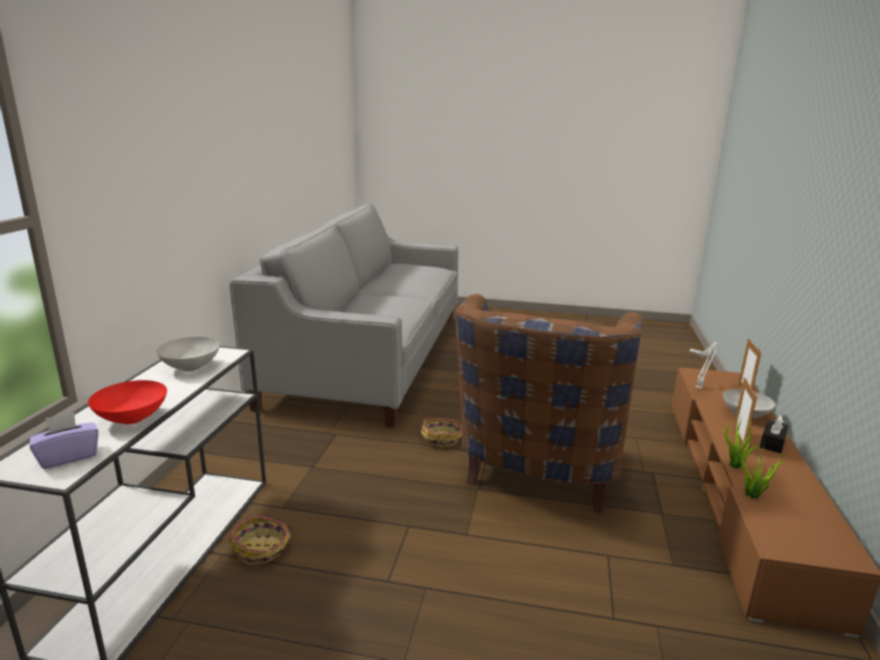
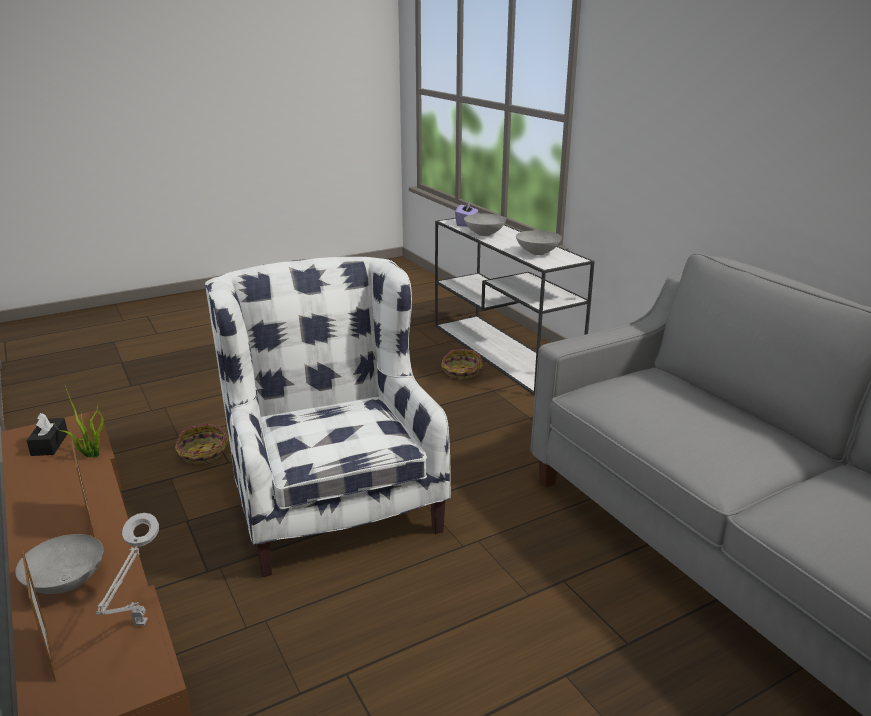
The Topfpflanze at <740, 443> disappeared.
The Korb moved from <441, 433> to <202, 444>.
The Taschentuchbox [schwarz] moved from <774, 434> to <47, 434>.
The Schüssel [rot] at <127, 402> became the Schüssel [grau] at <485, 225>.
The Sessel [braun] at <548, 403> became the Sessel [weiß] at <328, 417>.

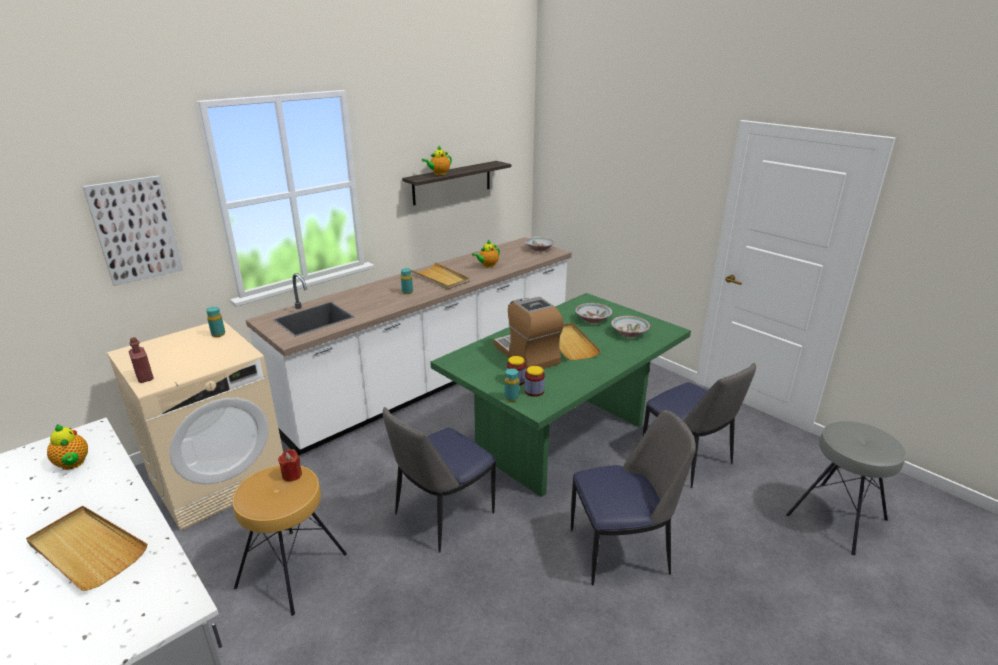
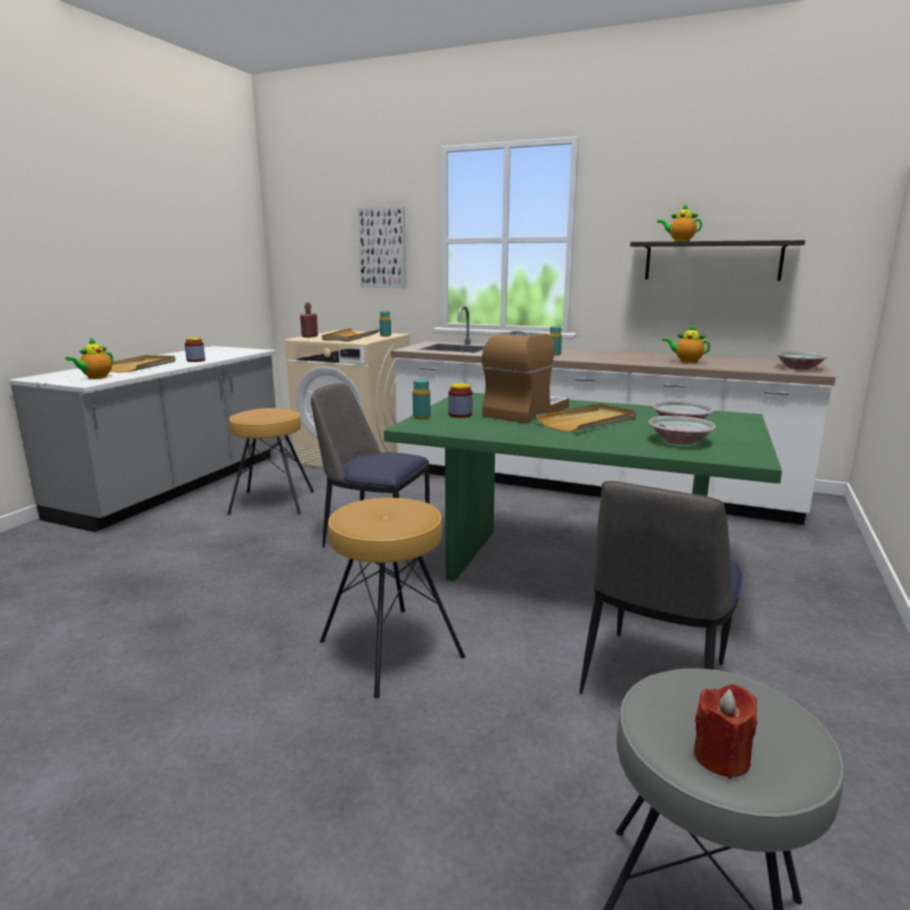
The Teekanne moved from <67, 447> to <89, 358>.
The Kerze [rot] moved from <290, 465> to <725, 731>.
The Tablett [beige] moved from <440, 276> to <351, 335>.
The Vorratsglas moved from <535, 381> to <195, 349>.
The Stuhl at <633, 497> was replaced by the Hocker [braun] at <392, 598>.

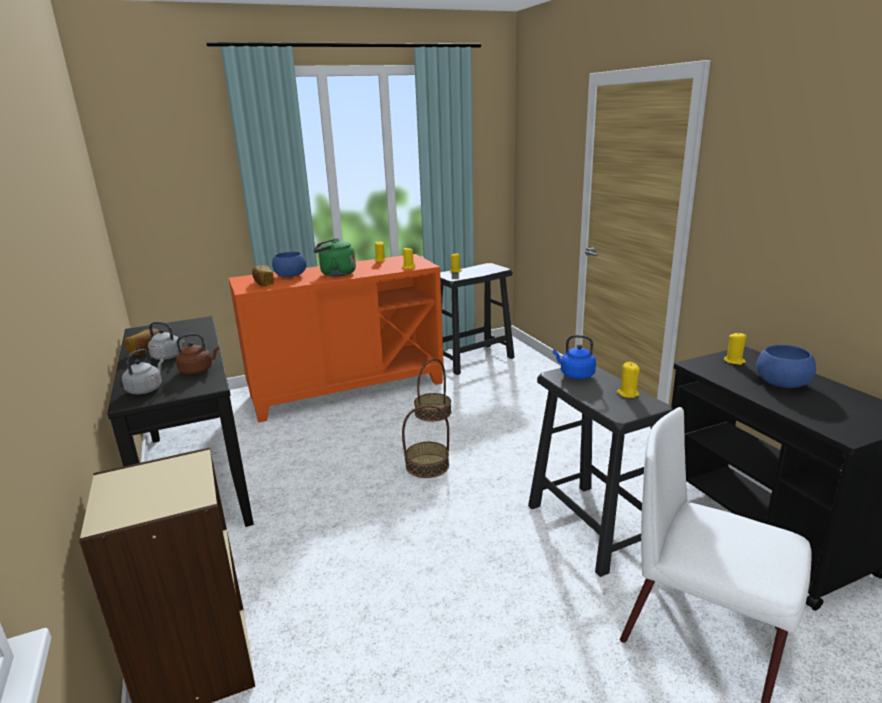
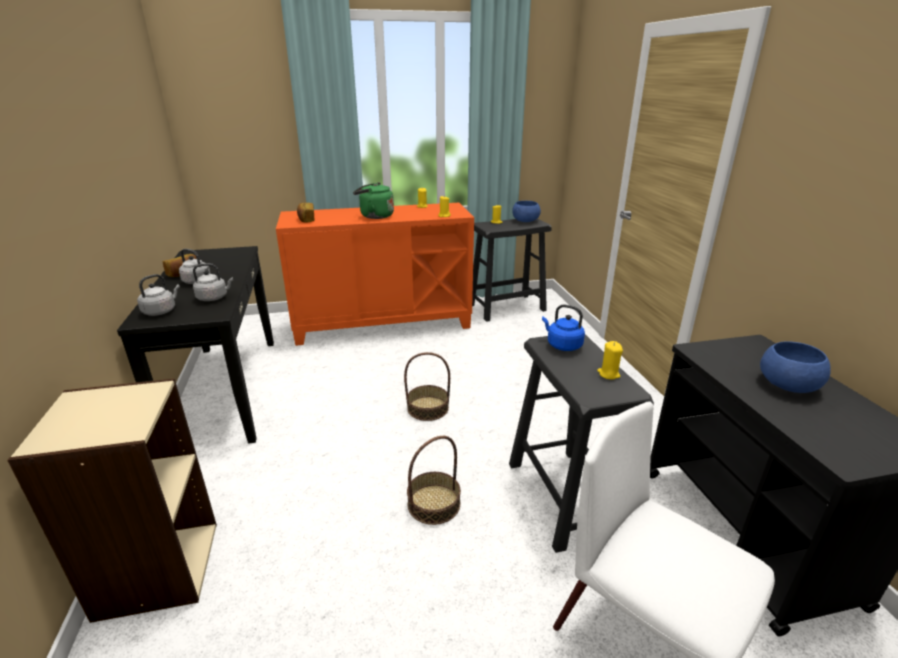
The Kerze [gelb] at <735, 349> disappeared.
The Schüssel [blau] moved from <289, 264> to <526, 211>.
The Korb moved from <432, 390> to <434, 480>.
The Wasserkessel [braun] at <197, 353> became the Wasserkessel [grau] at <213, 282>.

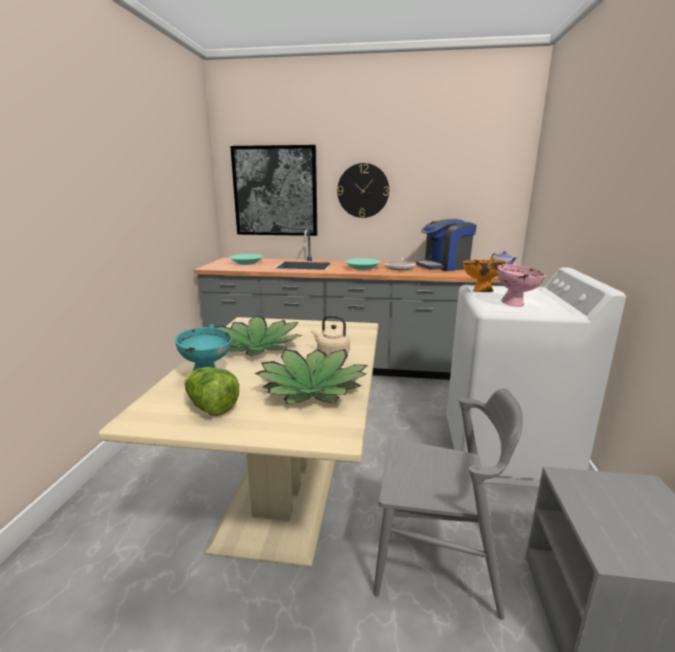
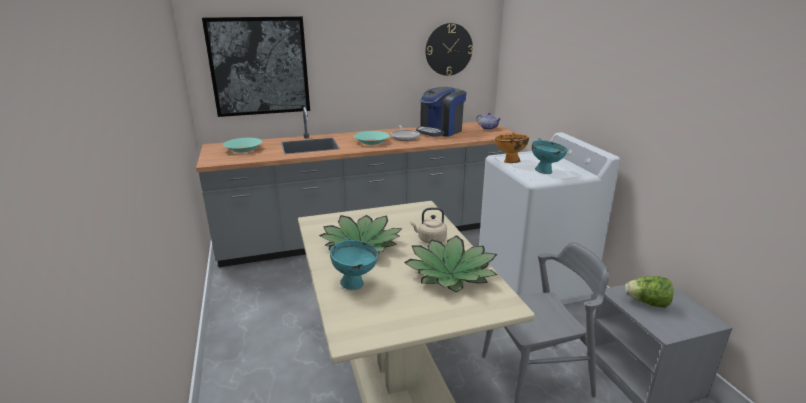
The Salatkopf moved from <211, 391> to <649, 292>.
The Wanduhr moved from <363, 190> to <449, 49>.
The Schüssel [rosa] at <521, 284> became the Schüssel [türkis] at <550, 156>.

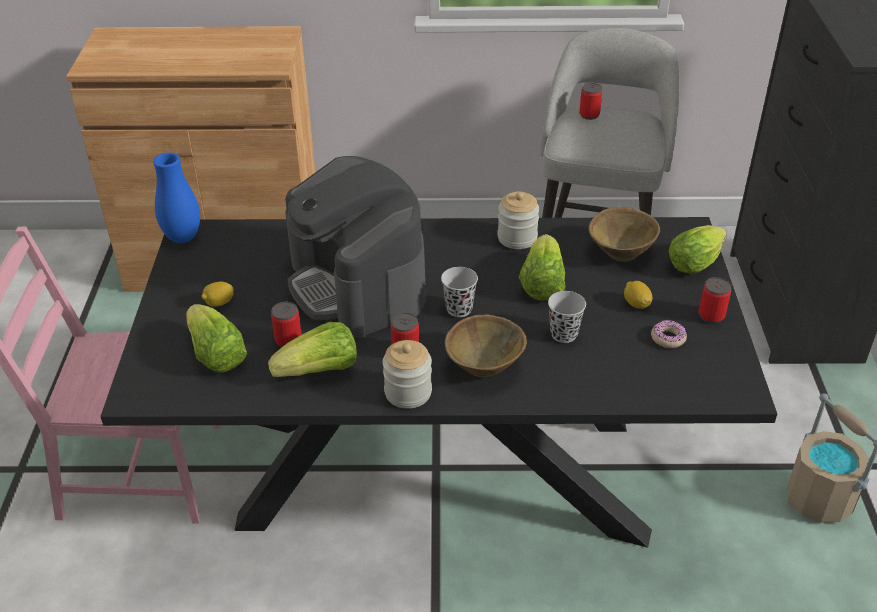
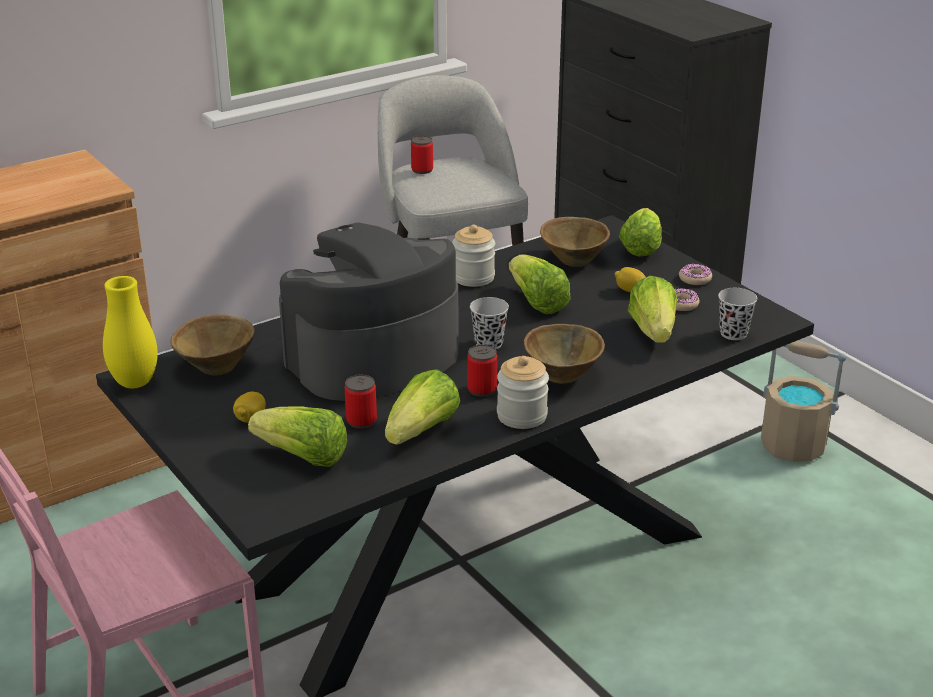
The Schüssel [braun] at <212, 344> appeared.
The Salatkopf at <652, 309> appeared.
The Tasse [schwarz] moved from <567, 317> to <737, 314>.
The Dose at <715, 300> was replaced by the Donut at <695, 274>.
The Vase [blau] at <176, 198> became the Vase [gelb] at <130, 332>.
The Kaffeemaschine at <355, 247> turned 120 degrees clockwise.

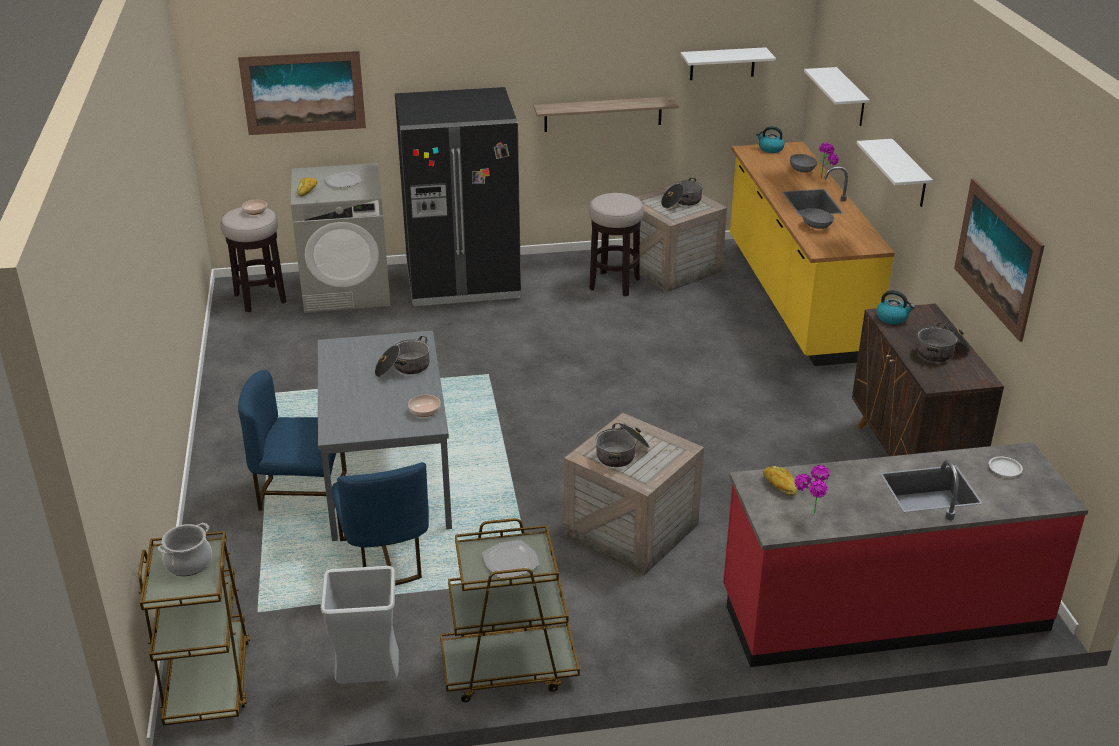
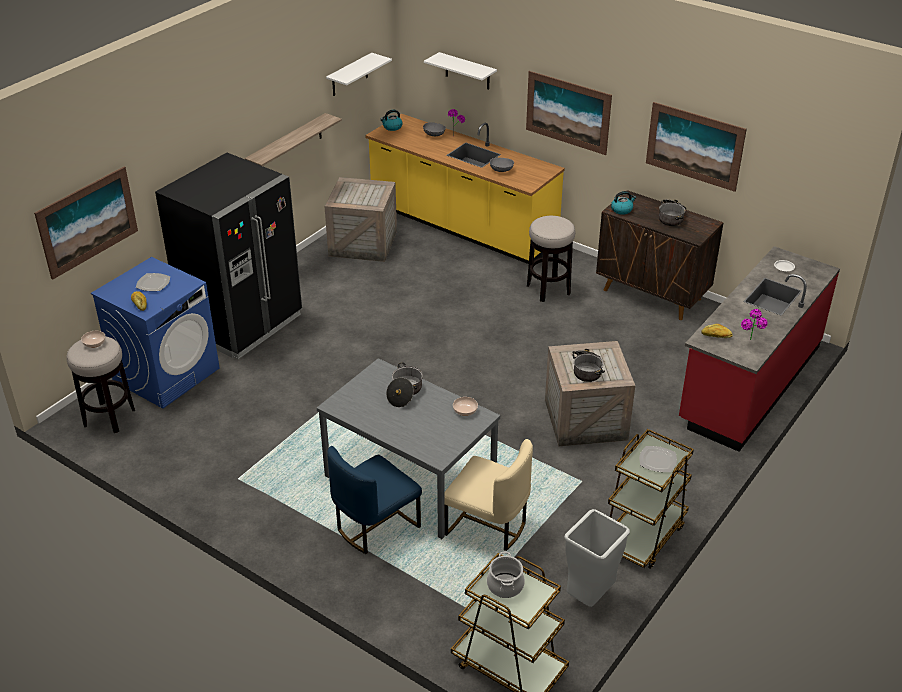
The Kochtopf at <682, 193> disappeared.
The Hocker moved from <616, 244> to <551, 259>.
The Wandregal [weiß] at <894, 173> was replaced by the Bild at <569, 113>.
The Waschmaschine [grau] at <341, 238> became the Waschmaschine [blau] at <155, 333>.
The Stuhl [blau] at <380, 523> became the Stuhl [beige] at <488, 495>.

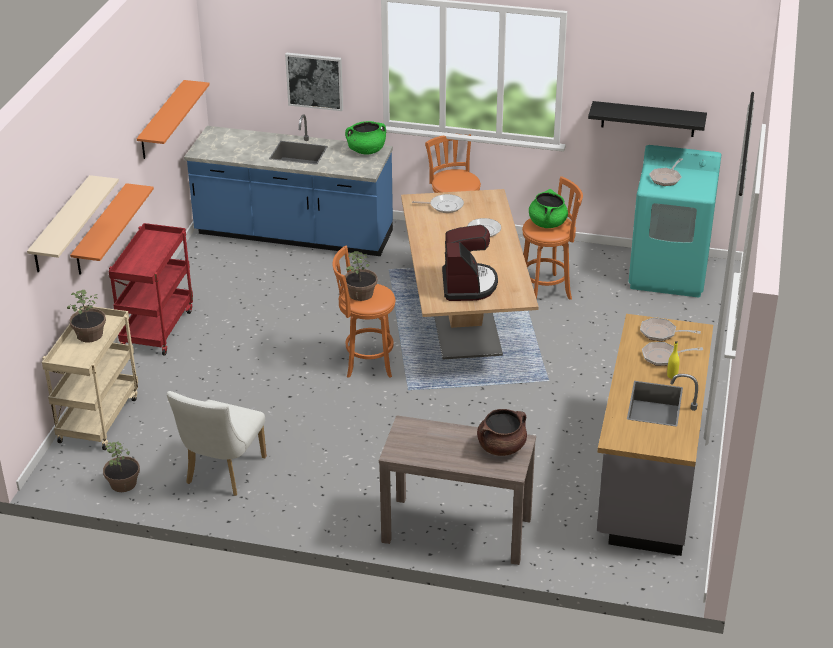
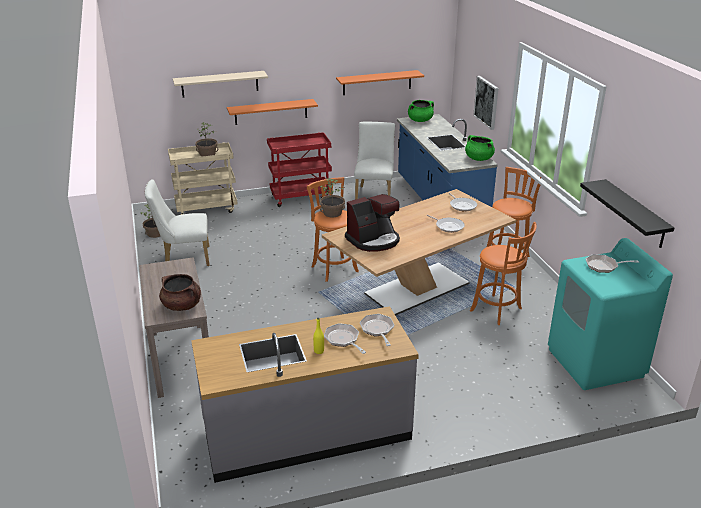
The Stuhl [weiß] at <374, 160> appeared.
The Kochtopf [grün] moved from <548, 208> to <421, 111>.

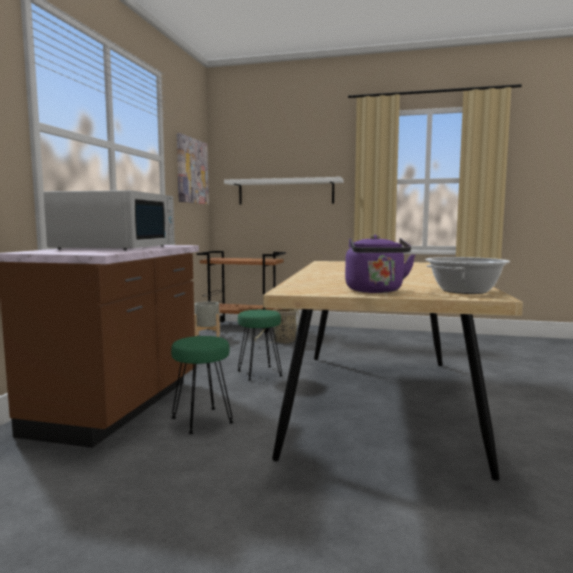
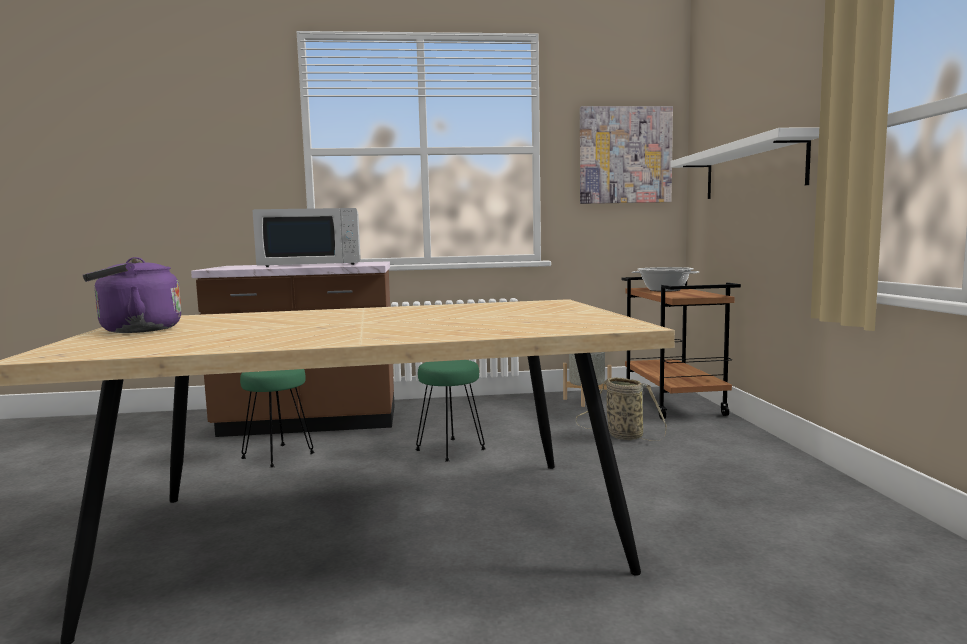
The Kochtopf moved from <467, 275> to <666, 279>.

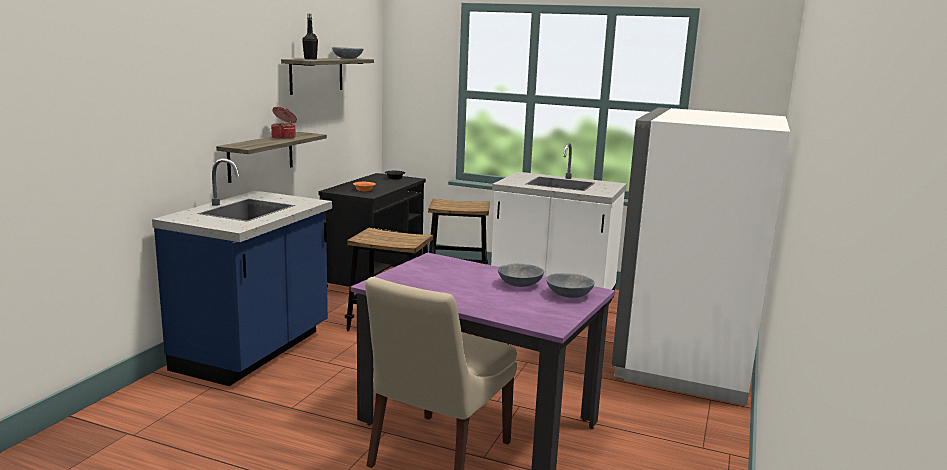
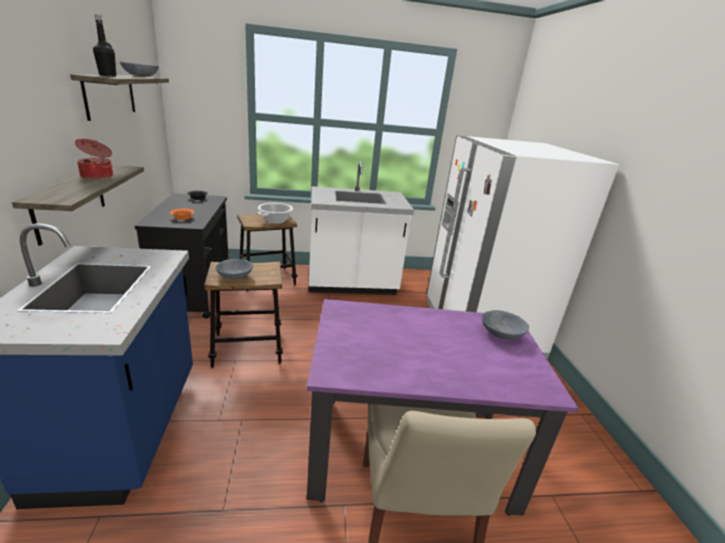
The Kochtopf at <275, 213> appeared.
The Schüssel [grau] moved from <521, 275> to <234, 269>.

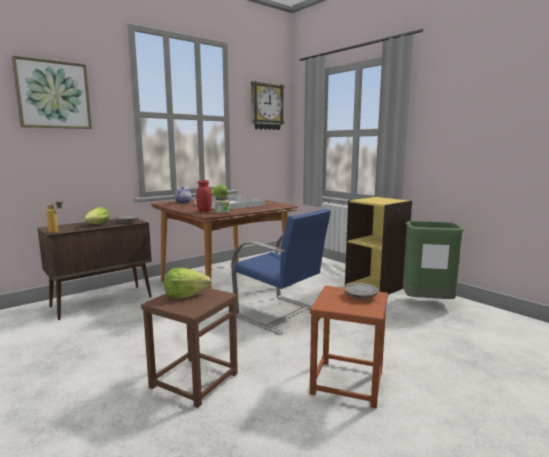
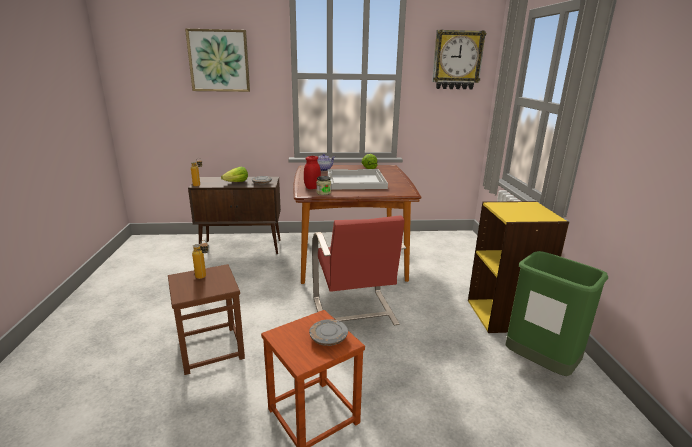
The Salatkopf at <187, 283> was replaced by the Flasche at <200, 259>.
The Stuhl [blau] at <281, 272> became the Stuhl [rot] at <359, 270>.

